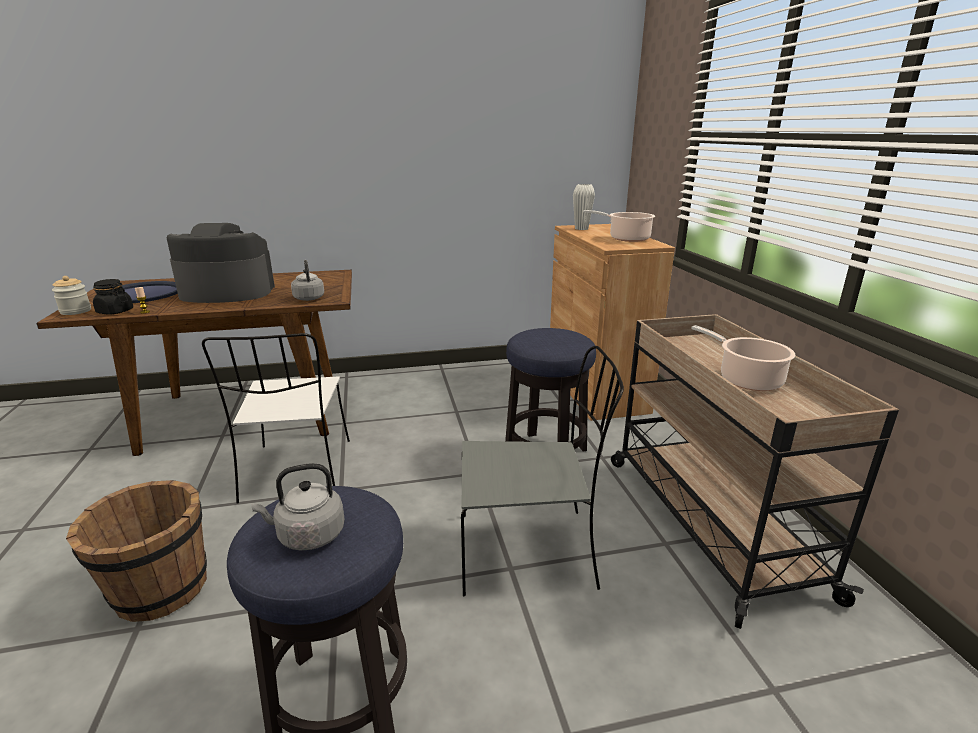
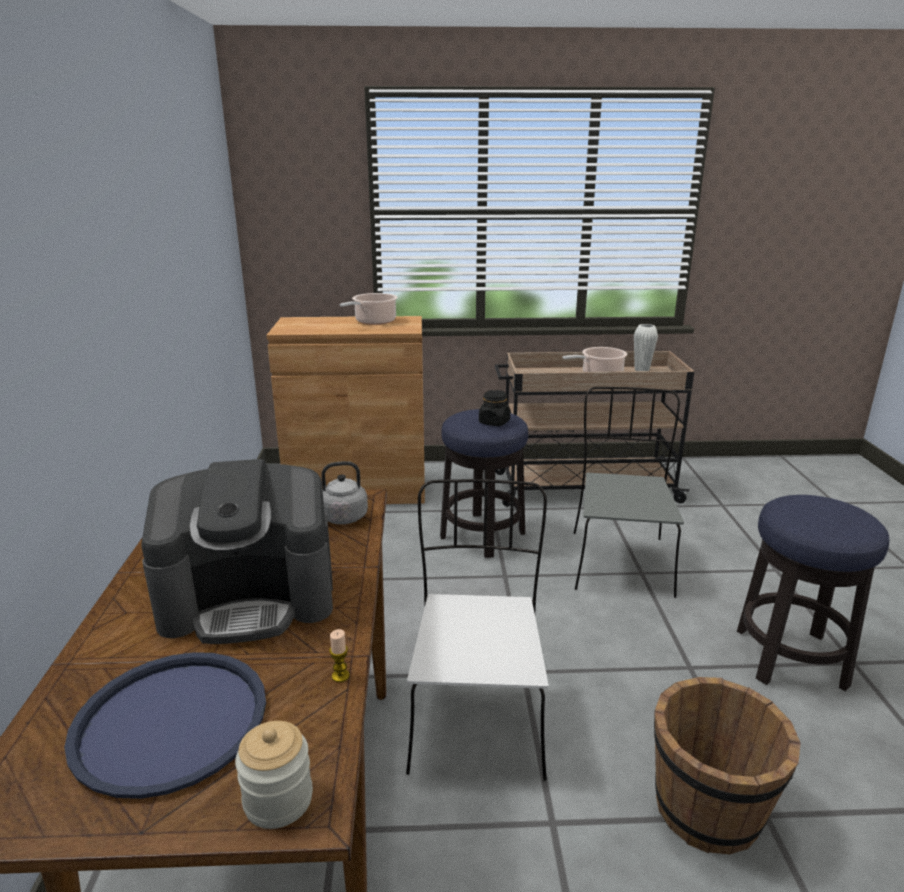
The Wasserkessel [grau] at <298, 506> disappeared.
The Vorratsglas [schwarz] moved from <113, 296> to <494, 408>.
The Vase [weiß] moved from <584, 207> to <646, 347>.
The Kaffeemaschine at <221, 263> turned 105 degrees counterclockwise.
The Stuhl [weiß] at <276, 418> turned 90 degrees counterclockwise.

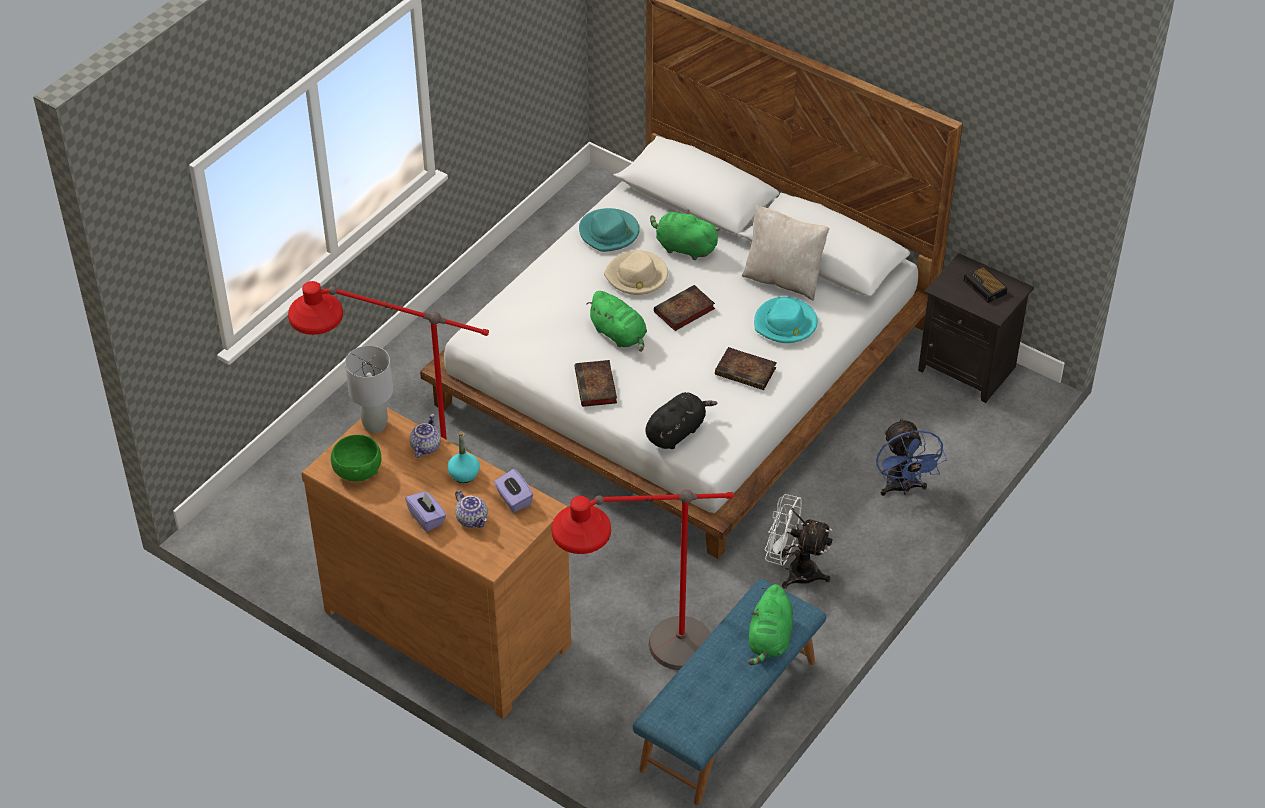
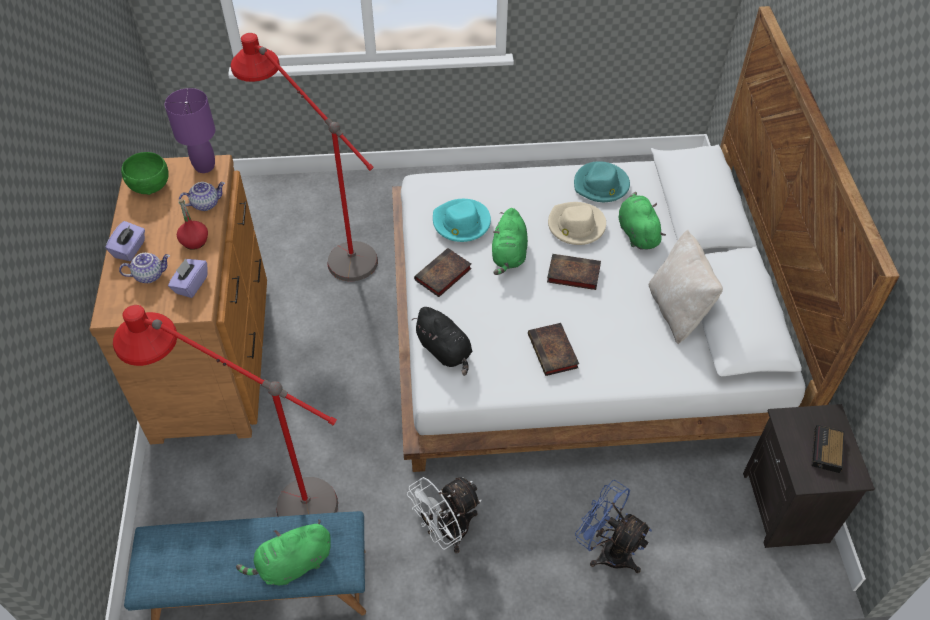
The Hut [türkis] moved from <786, 320> to <462, 220>.
The Tischlampe [grau] at <369, 389> became the Tischlampe [lila] at <189, 130>.
The Flasche [türkis] at <463, 457> became the Flasche [rot] at <192, 224>.
The Teekanne at <471, 509> turned 120 degrees counterclockwise.
The Plüschtier [schwarz] at <681, 420> turned 45 degrees clockwise.
The Ventilator [weiß] at <798, 541> turned 105 degrees counterclockwise.
The Ventilator [blau] at <911, 457> turned 90 degrees clockwise.

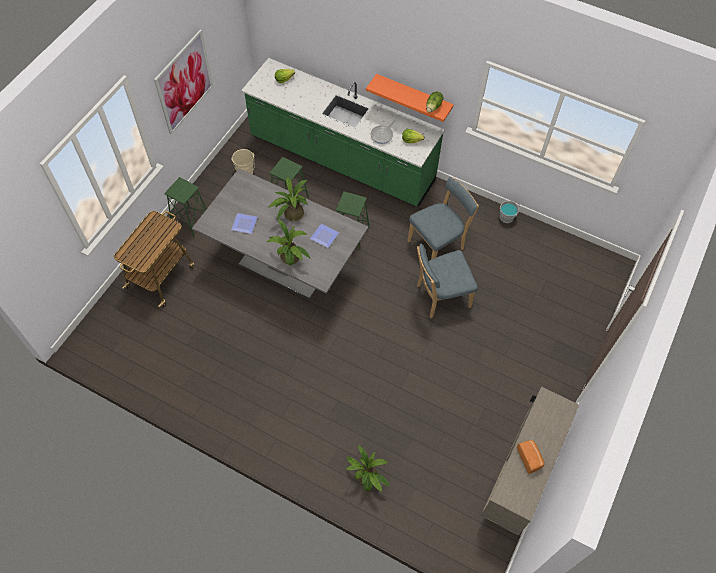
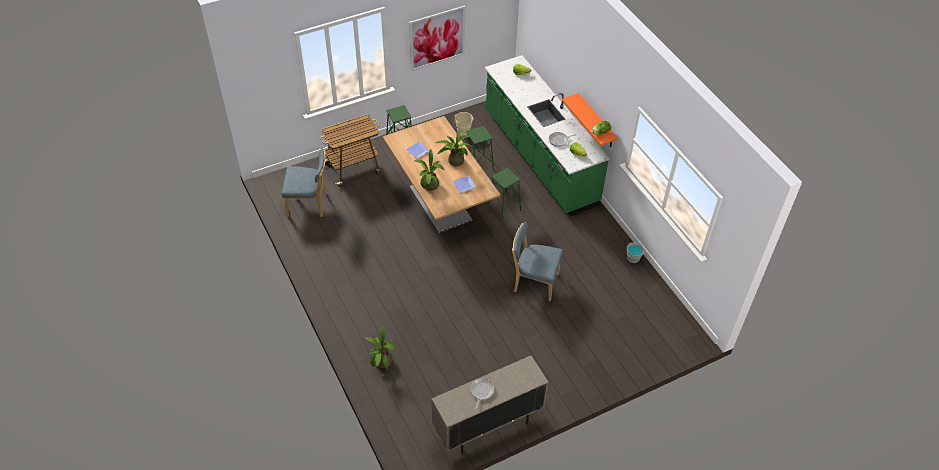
The Stuhl [blau] moved from <443, 218> to <304, 182>.
The Brot at <531, 457> was replaced by the Pfanne at <482, 393>.
The Esstisch [grau] at <280, 234> became the Esstisch [braun] at <442, 174>.

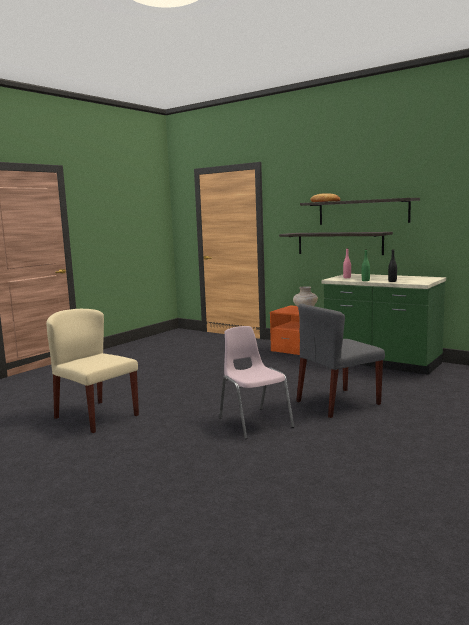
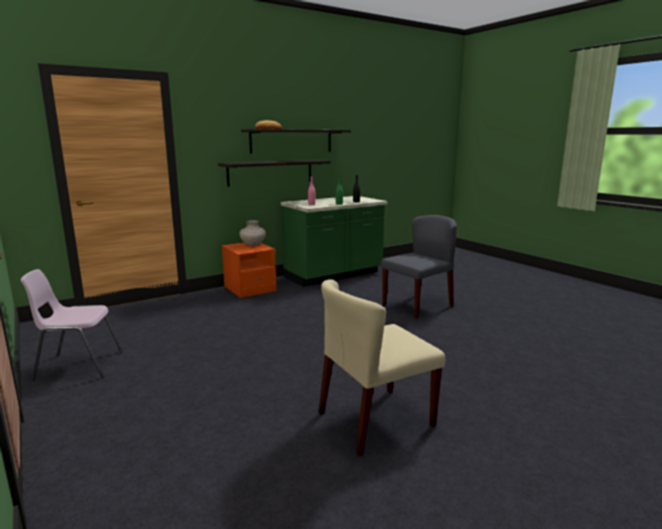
The Stuhl [rosa] moved from <256, 382> to <72, 325>.
The Stuhl [grau] at <340, 360> turned 120 degrees counterclockwise.

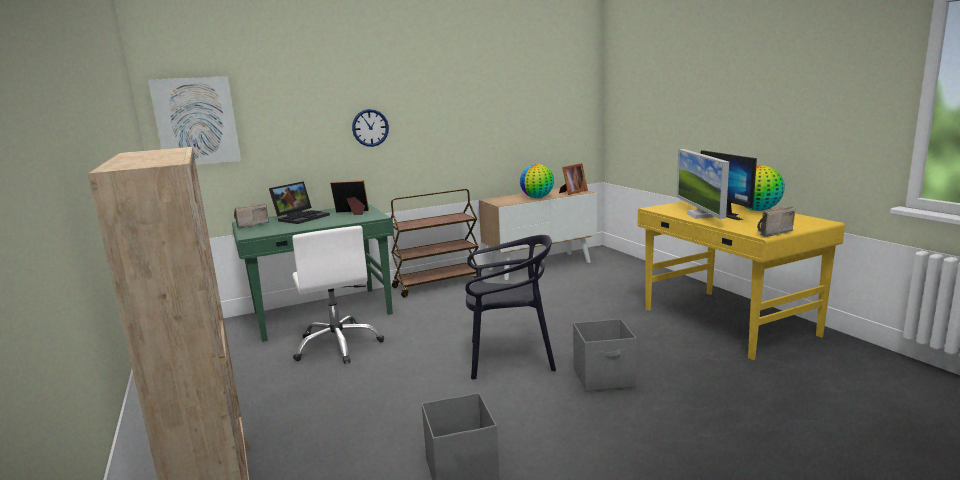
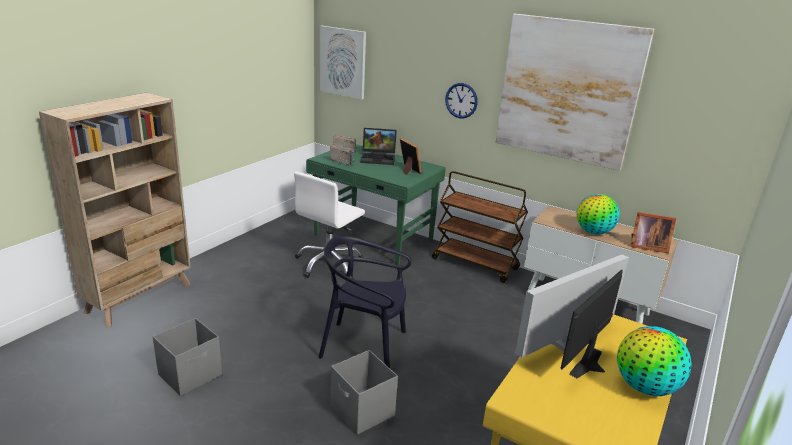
The Bild at <574, 92> appeared.
The Radio moved from <776, 221> to <342, 155>.
The Stuhl [schwarz] at <510, 307> turned 135 degrees clockwise.

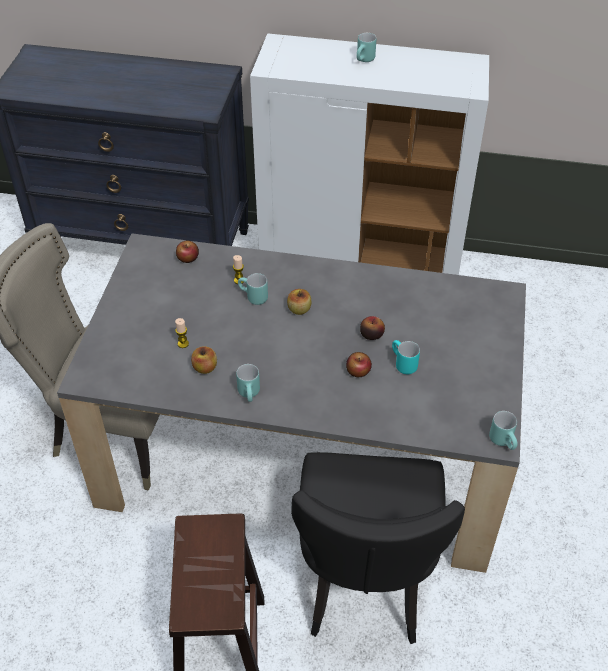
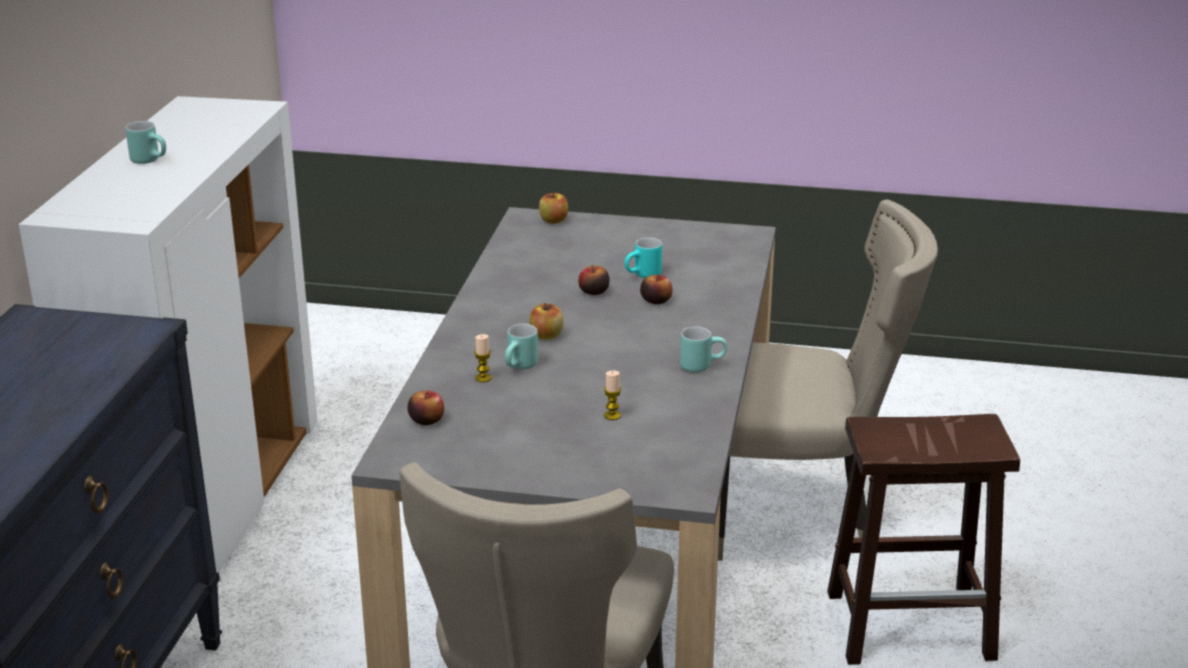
The Henkelbecher [türkis] at <503, 430> disappeared.
The Apfel moved from <204, 360> to <553, 208>.
The Stuhl [schwarz] at <378, 548> became the Stuhl [beige] at <828, 380>.

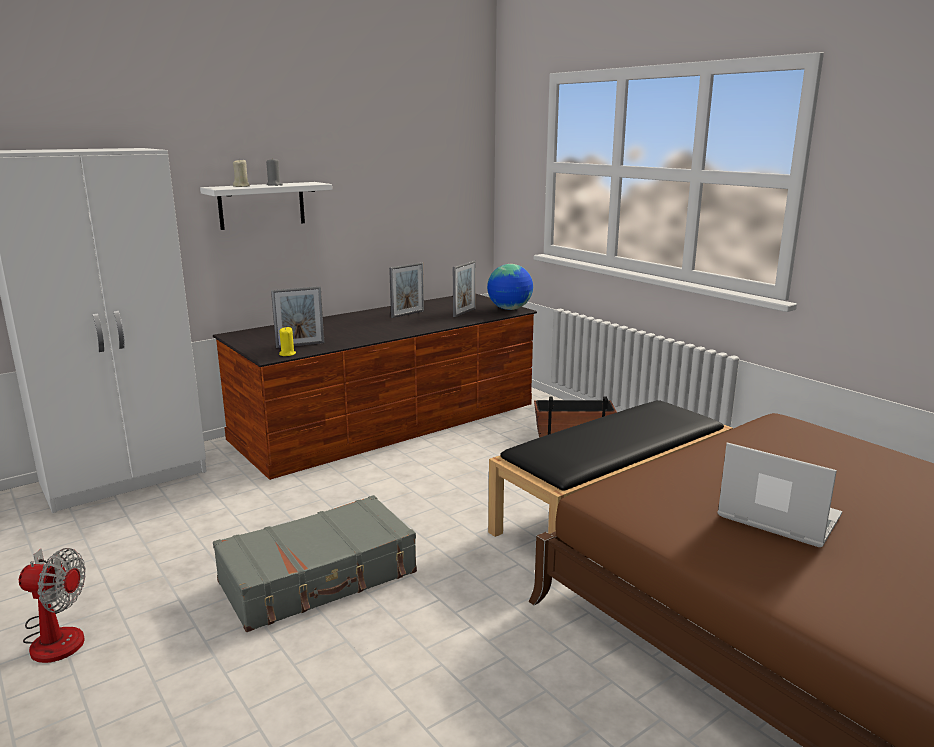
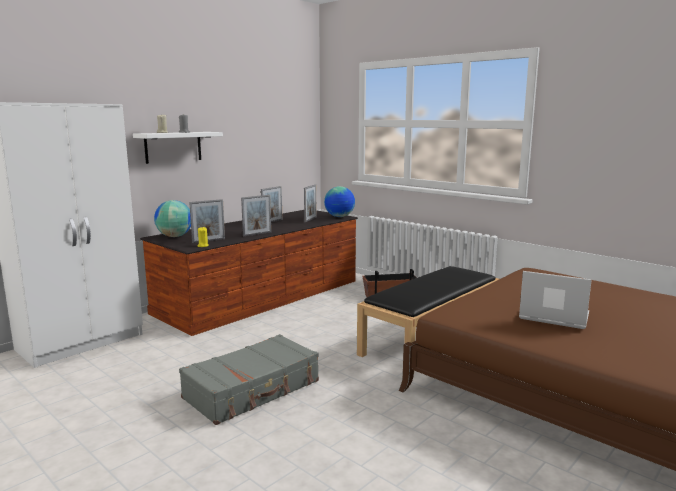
The Ventilator at <52, 605> disappeared.
The Globus at <172, 218> appeared.
The Bilderrahmen at <256, 215> appeared.

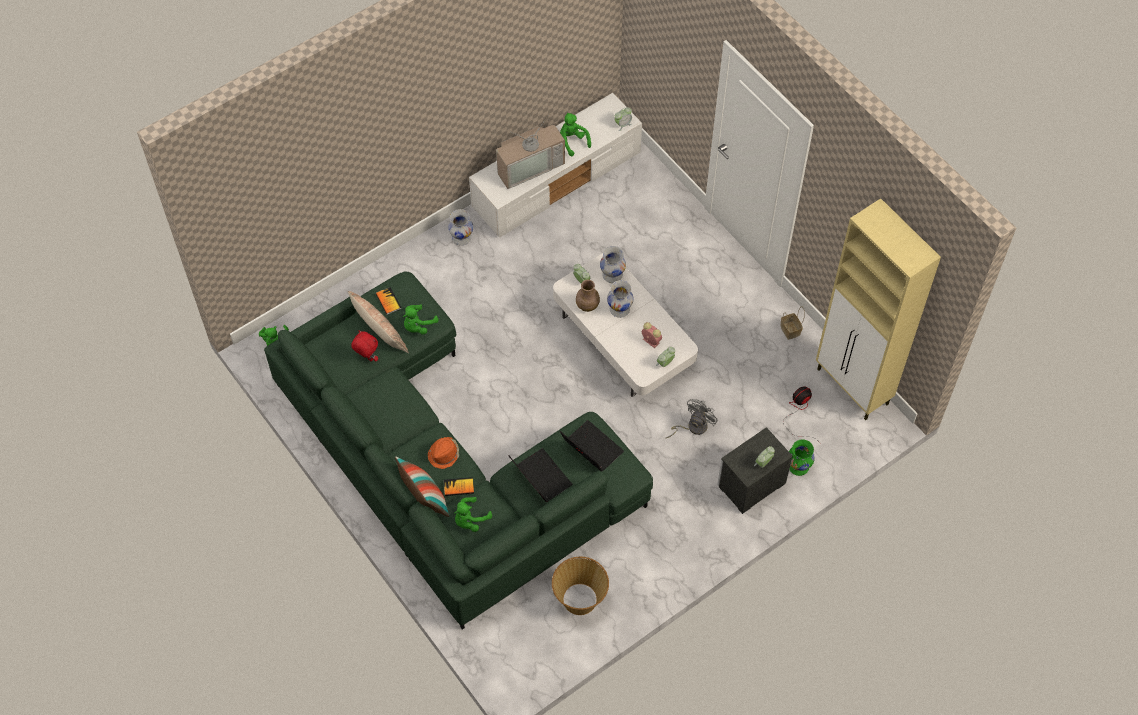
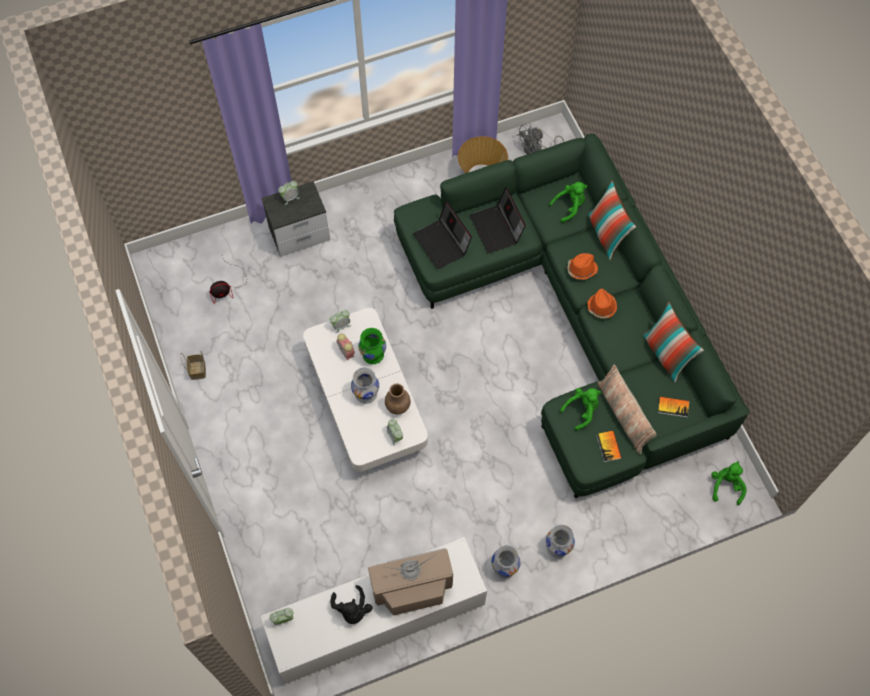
The Plüschtier [rot] at <364, 345> disappeared.
The Schrank [beige] at <878, 309> disappeared.
The Hut [orange] at <602, 304> appeared.
The Kissen at <673, 342> appeared.
The Buch moved from <459, 486> to <673, 407>.
The Vase [weiß] moved from <613, 264> to <560, 541>.
The Ventilator [grau] moved from <692, 418> to <540, 138>.
The Vase [grün] moved from <802, 457> to <372, 346>.
The Plüschtier [grün] at <575, 134> became the Plüschtier [schwarz] at <351, 604>.

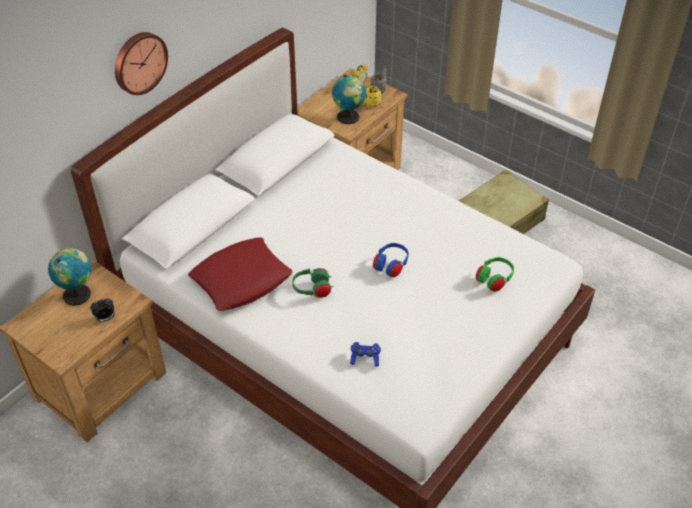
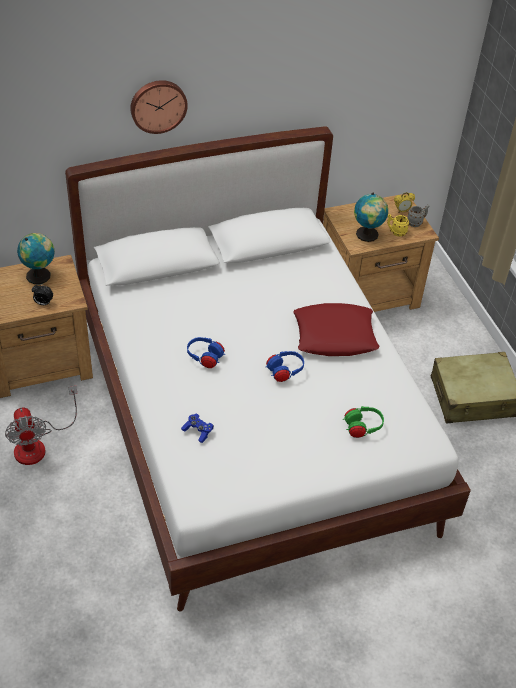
The Ventilator at <41, 425> appeared.
The Kissen [rot] moved from <240, 274> to <336, 329>.
The Kopfhörer [grün] at <312, 283> became the Kopfhörer [blau] at <206, 352>.

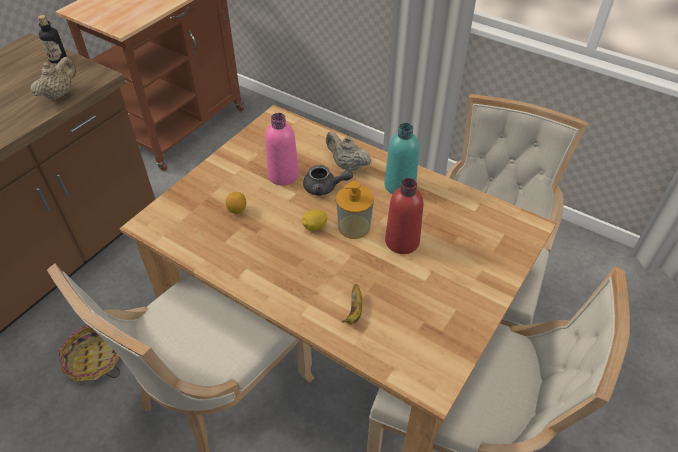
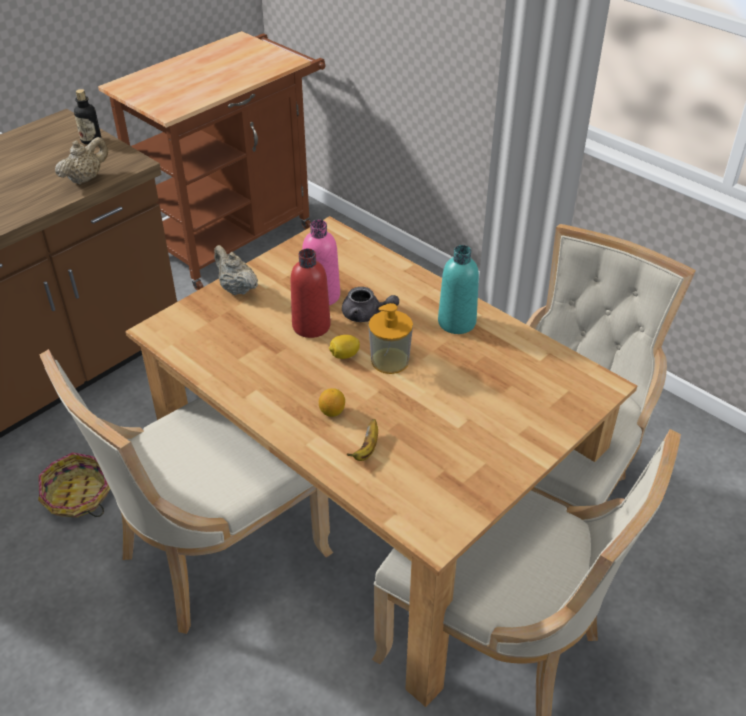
The Zitrone moved from <236, 203> to <332, 402>.
The Teekanne [beige] moved from <348, 151> to <236, 270>.
The Flasche [rot] moved from <404, 216> to <311, 293>.

